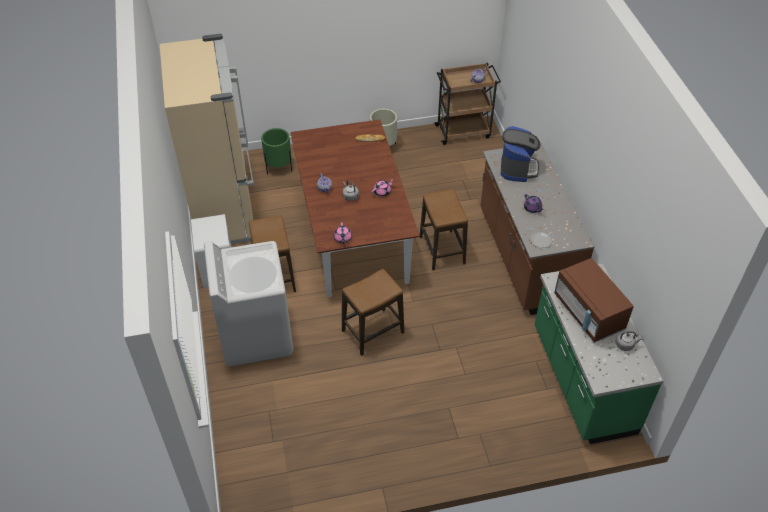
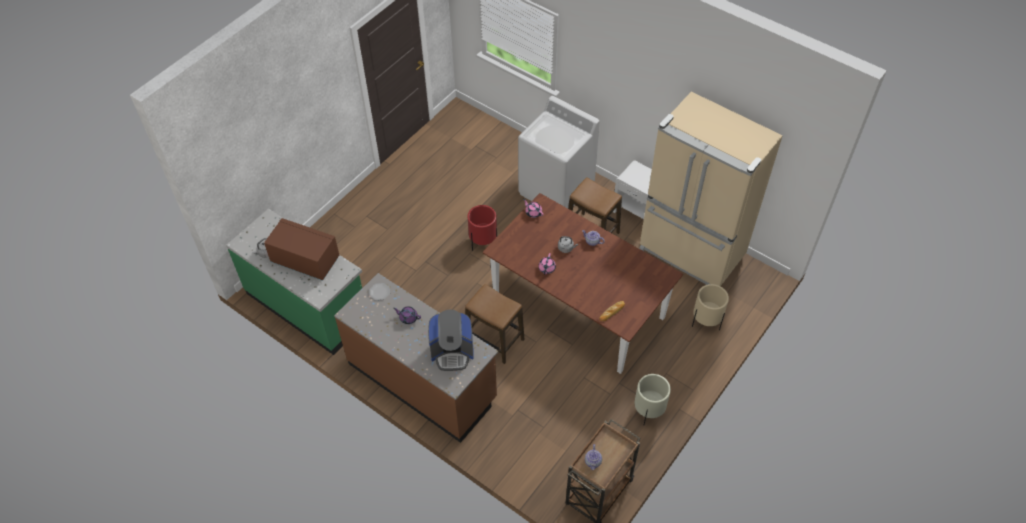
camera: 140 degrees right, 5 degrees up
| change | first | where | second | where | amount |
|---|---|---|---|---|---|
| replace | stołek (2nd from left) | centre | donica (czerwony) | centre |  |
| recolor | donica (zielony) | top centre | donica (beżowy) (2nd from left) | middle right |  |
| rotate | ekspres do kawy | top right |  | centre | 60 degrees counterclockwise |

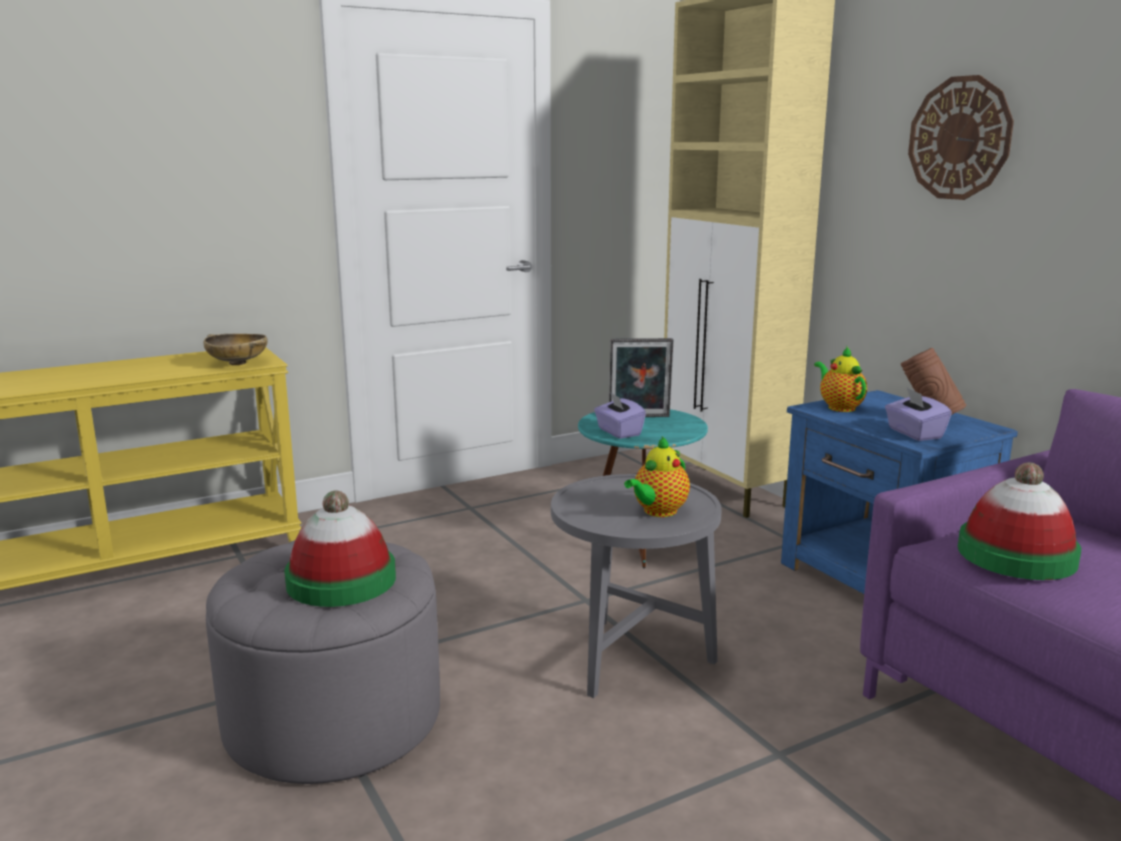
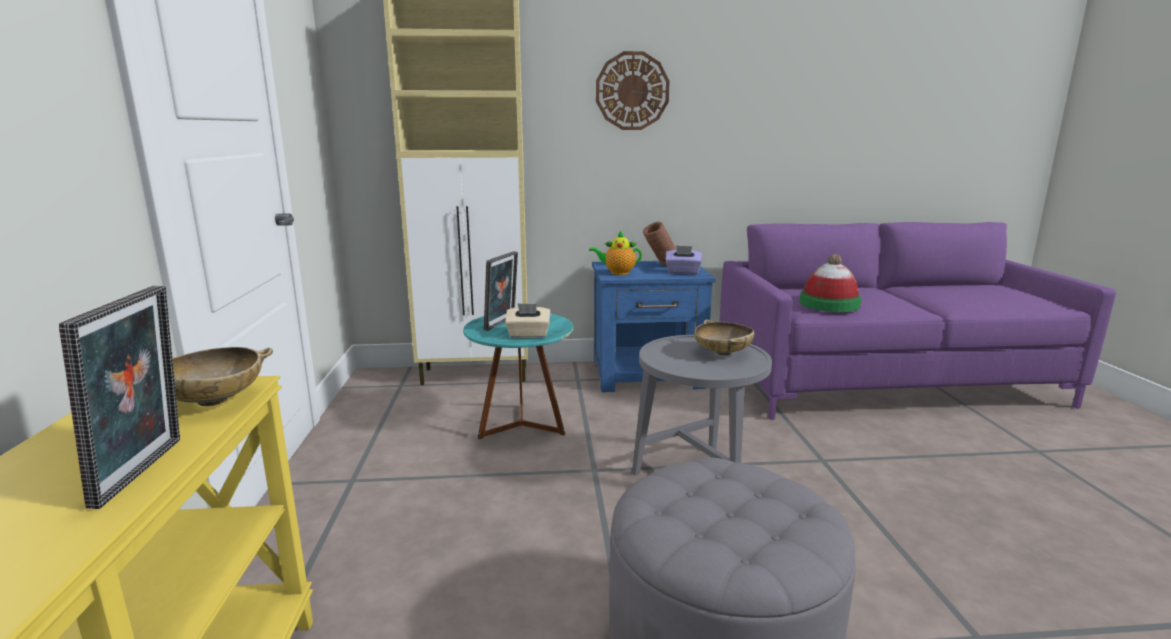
camera: 65 degrees left, 0 degrees up
| change | first | where | second | where | amount |
|---|---|---|---|---|---|
| delete | kapelusz (1st from left) | middle left |  |  |  |
| insert |  |  | ramka na zdjęcie (1st from left) | middle left |  |
| replace | imbryk (1st from left) | centre | miska (beżowy) (2nd from left) | centre |  |
| recolor | pudełko chusteczek (fioletowy) (1st from left) | centre | pudełko chusteczek (beżowy) | centre |  |

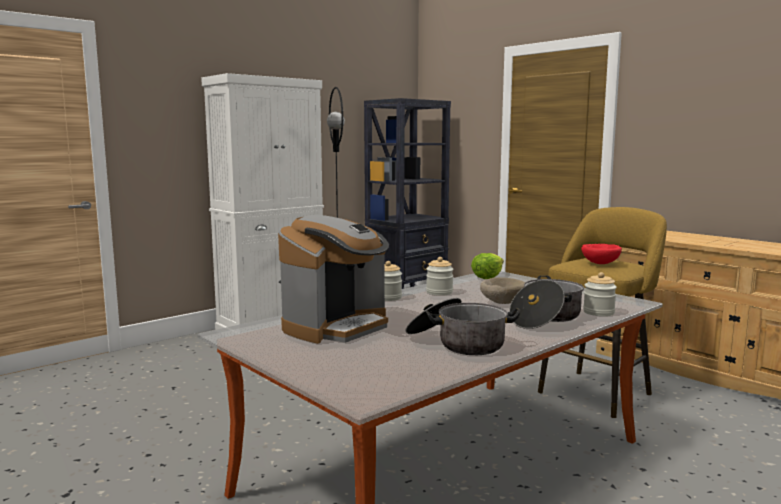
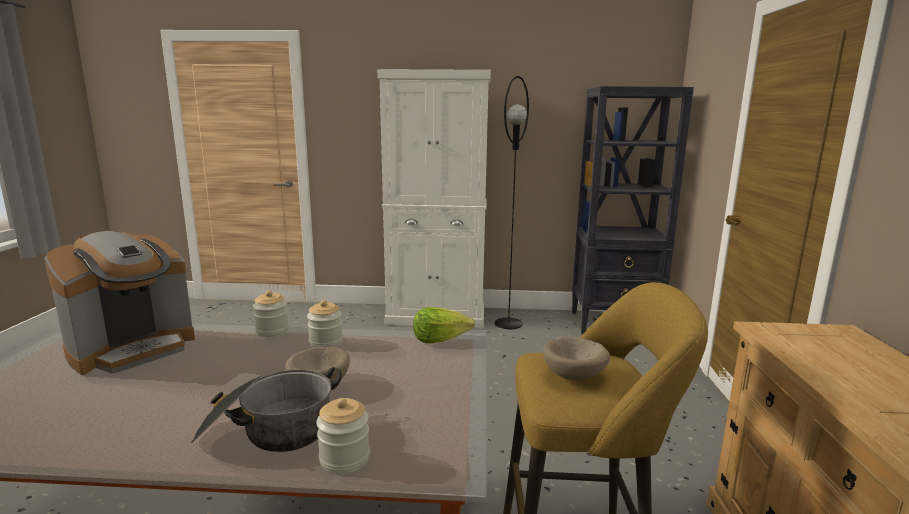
camera: 45 degrees right, 5 degrees up
| change | first | where | second | where | amount |
|---|---|---|---|---|---|
| delete | garnek (1st from left) | centre |  |  |  |
| recolor | miska (czerwony) | middle right | miska (beżowy) (2nd from left) | bottom centre |  |
| rotate | ekspres do kawy | centre |  | middle left | 45 degrees counterclockwise |

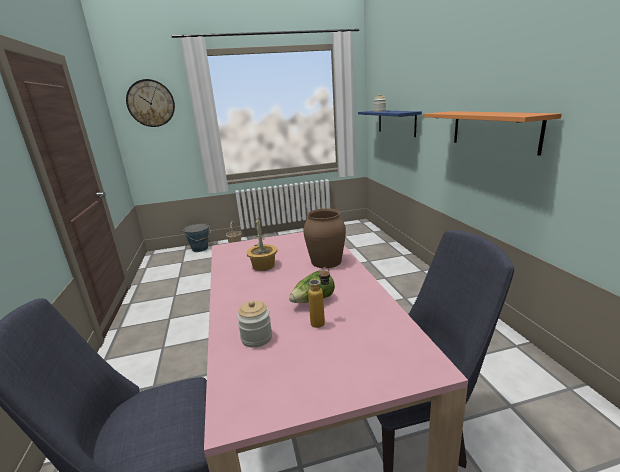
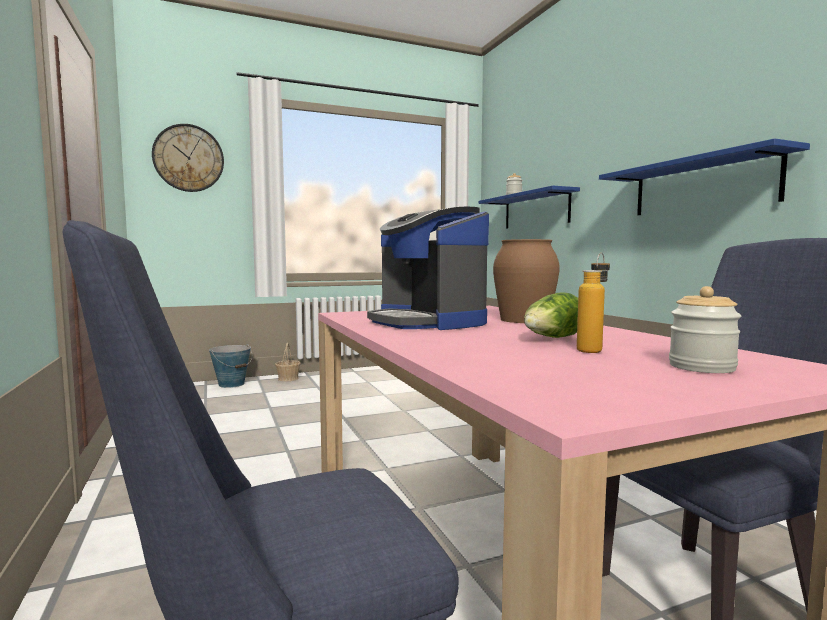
camera: 10 degrees left, 15 degrees down
| change | first | where | second | where | amount |
|---|---|---|---|---|---|
| move | słoik (1st from left in the first image) | bottom centre | słoik (2nd from left) | middle right |  |
| replace | roślina doniczkowa | centre | ekspres do kawy | centre |  |
| recolor | półka (pomarańczowy) | top right | półka (niebieski) (2nd from left) | top right |  |

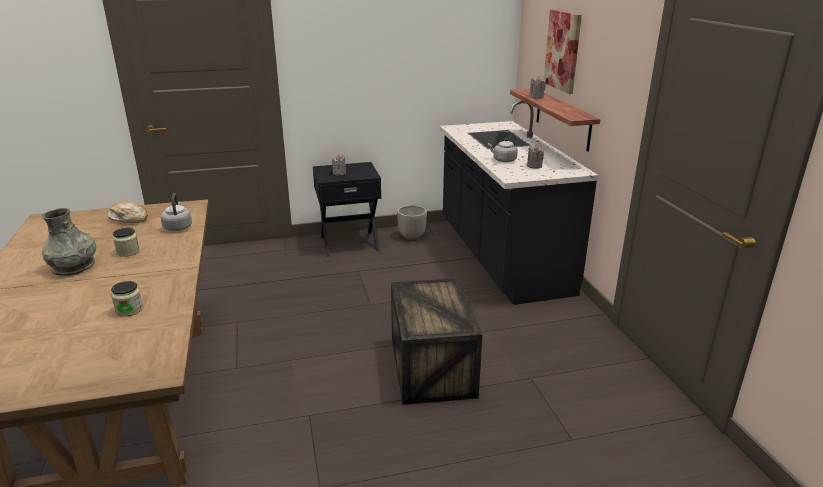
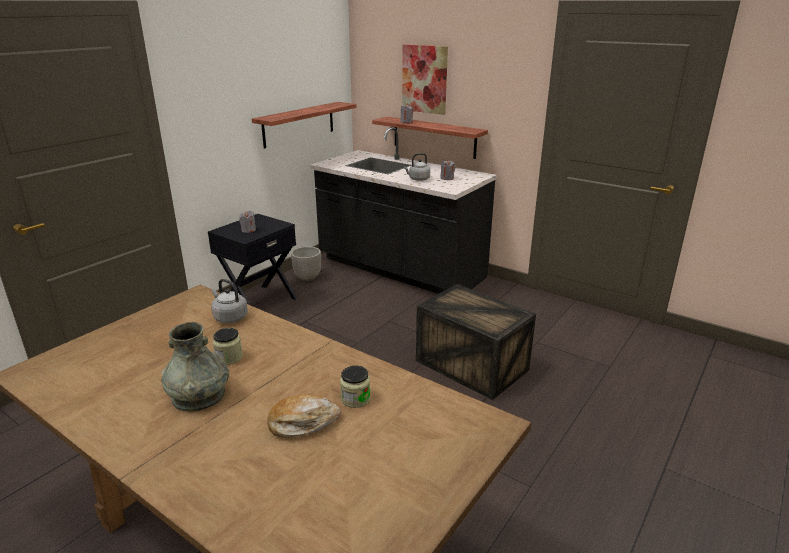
camera: 40 degrees left, 0 degrees up
| change | first | where | second | where | amount |
|---|---|---|---|---|---|
| insert |  |  | półka (1st from left) | top centre |  |
| move | chleb | middle left |  | bottom centre |  |

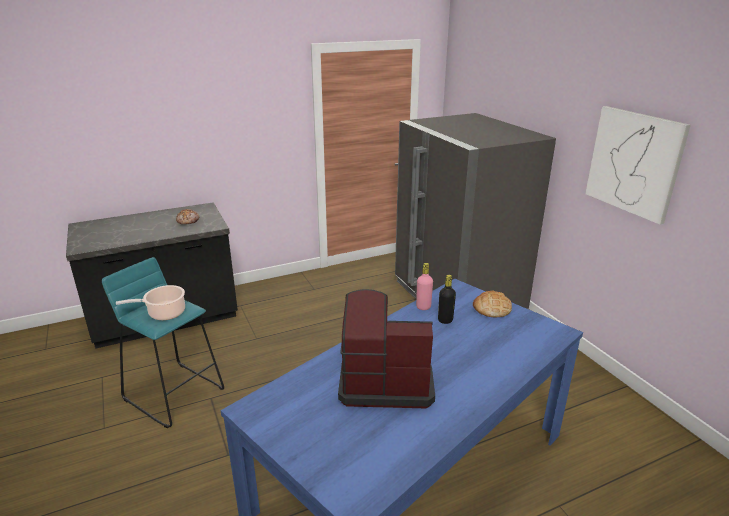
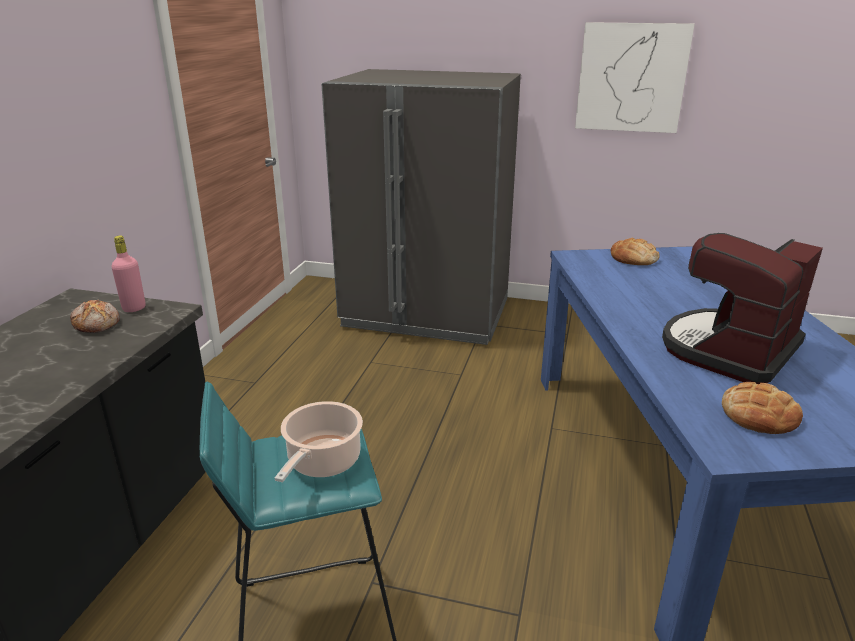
camera: 50 degrees left, 0 degrees up
| change | first | where | second | where | amount |
|---|---|---|---|---|---|
| delete | butelka (czarny) | centre |  |  |  |
| insert |  |  | chleb (3rd from left) | middle right |  |
| move | butelka (różowy) | centre |  | middle left |  |

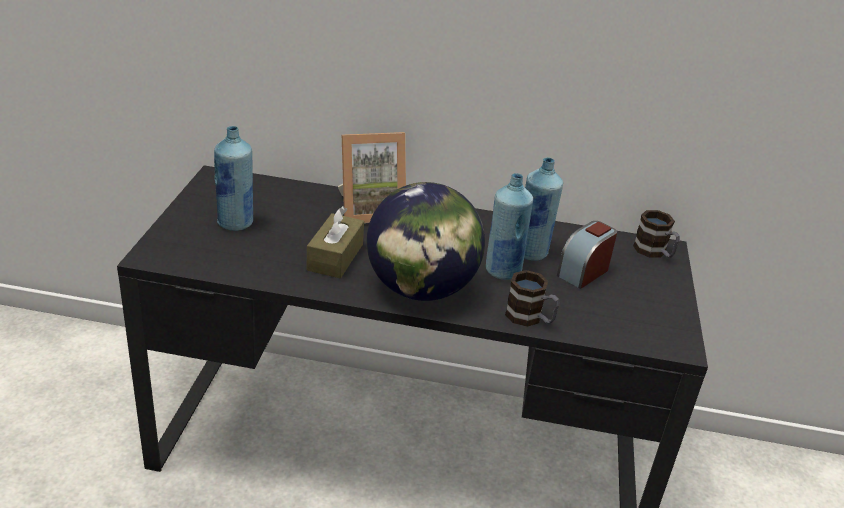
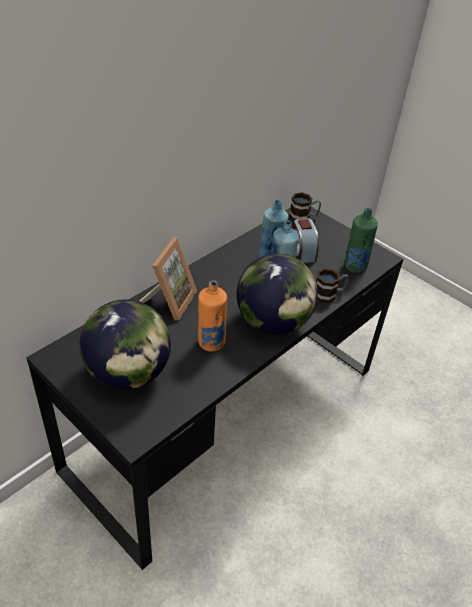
camera: 55 degrees left, 10 degrees up
| change | first | where | second | where | amount |
|---|---|---|---|---|---|
| insert |  |  | butelka (zielony) | middle right |  |
| replace | butelka (niebieski) (1st from left) | middle left | globus (1st from left) | middle left |  |
| replace | pudełko chusteczek (brązowy) | centre | butelka (pomarańczowy) | centre |  |

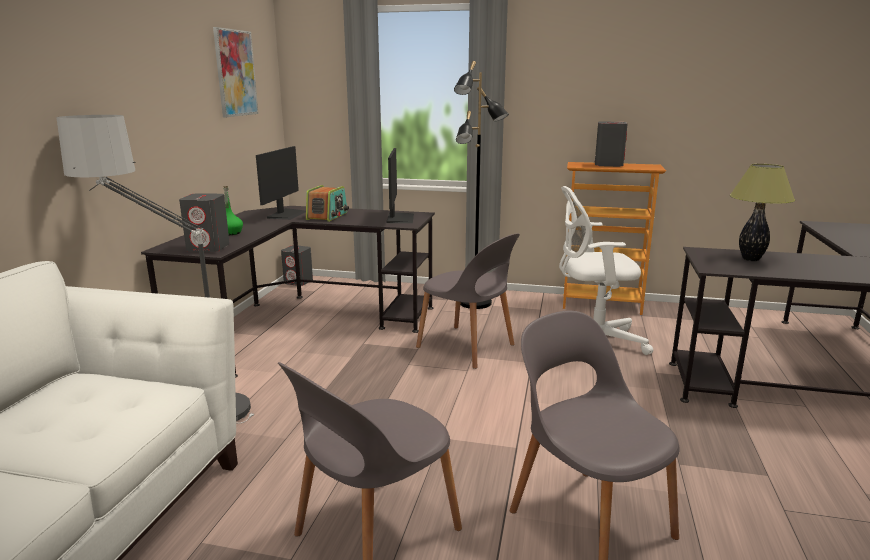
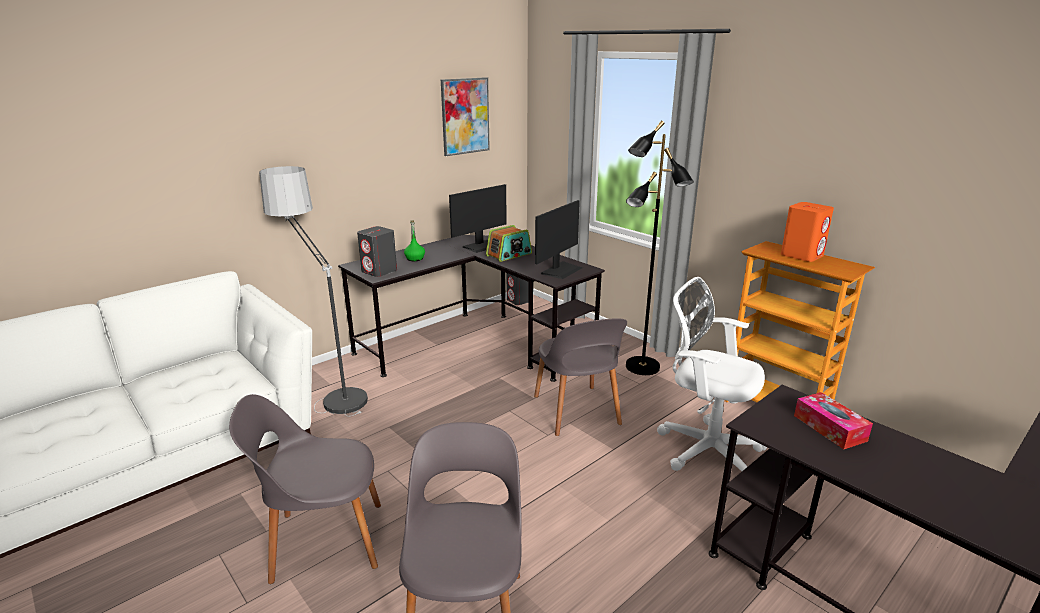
camera: 35 degrees right, 5 degrees up
| change | first | where | second | where | amount |
|---|---|---|---|---|---|
| replace | lampa stołowa | middle right | pudełko chusteczek | bottom right |  |
| recolor | głośnik (szary) (3rd from left) | top right | głośnik (pomarańczowy) | middle right |  |

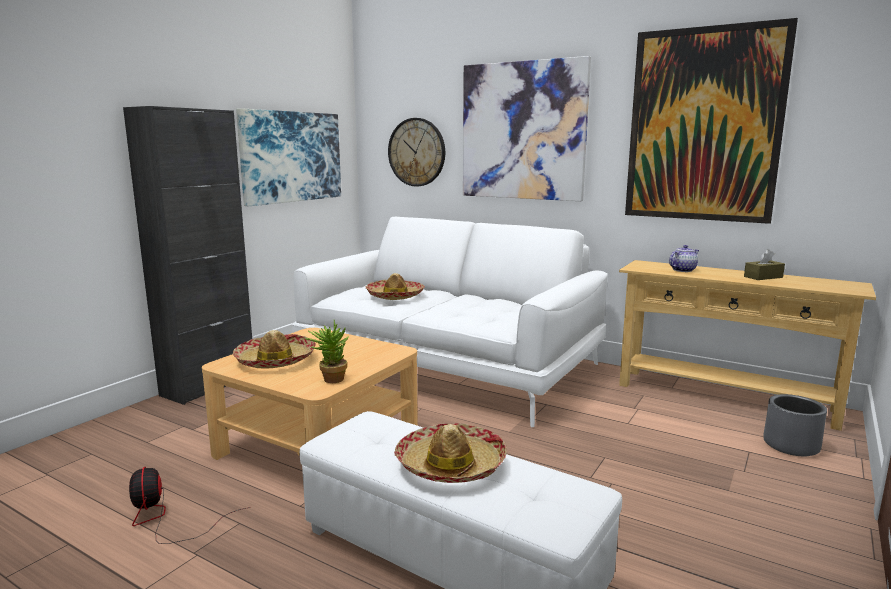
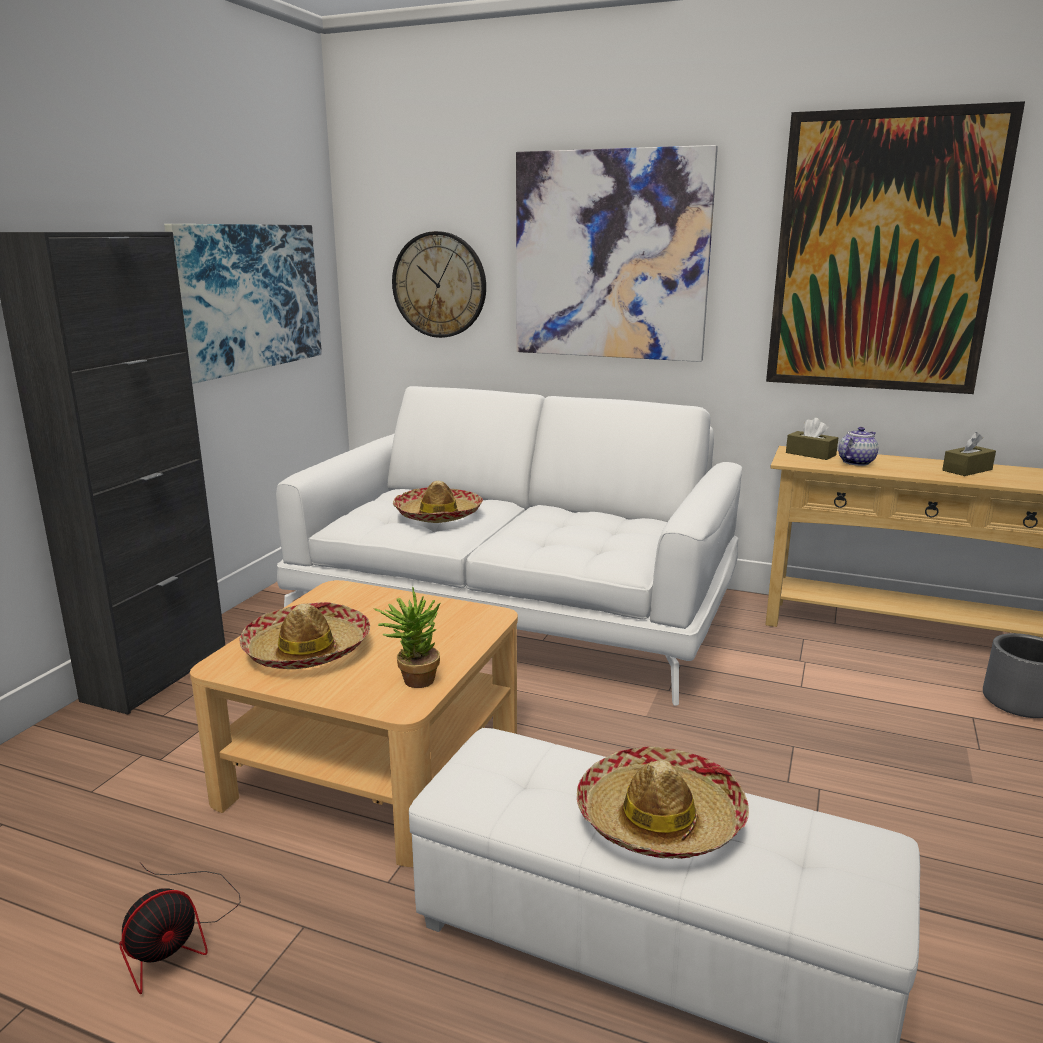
camera: 10 degrees left, 5 degrees up
| change | first | where | second | where | amount |
|---|---|---|---|---|---|
| insert |  |  | pudełko chusteczek (brązowy) (1st from left) | middle right |  |
| rotate | wentylator | bottom left |  | bottom left | 105 degrees counterclockwise |

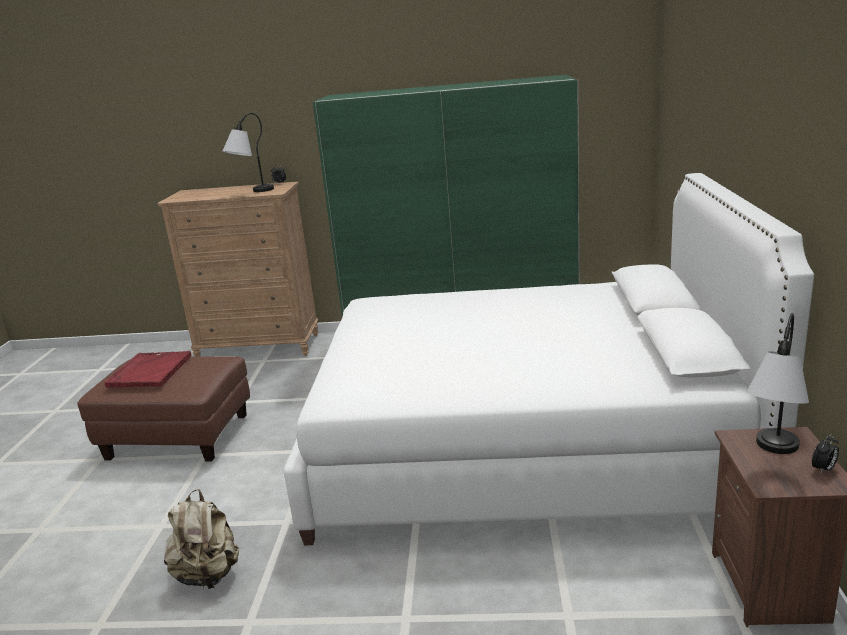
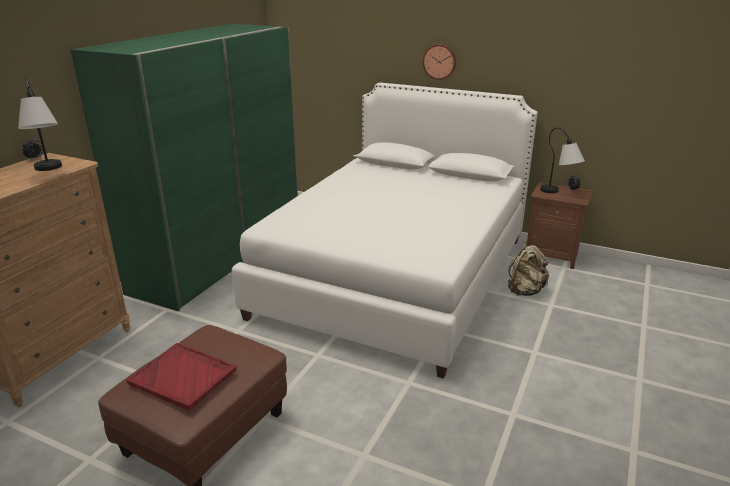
camera: 70 degrees left, 5 degrees up
| change | first | where | second | where | amount |
|---|---|---|---|---|---|
| insert |  |  | zegar ścienny | top centre |  |
| move | plecak (beżowy) | bottom left |  | middle right |  |

